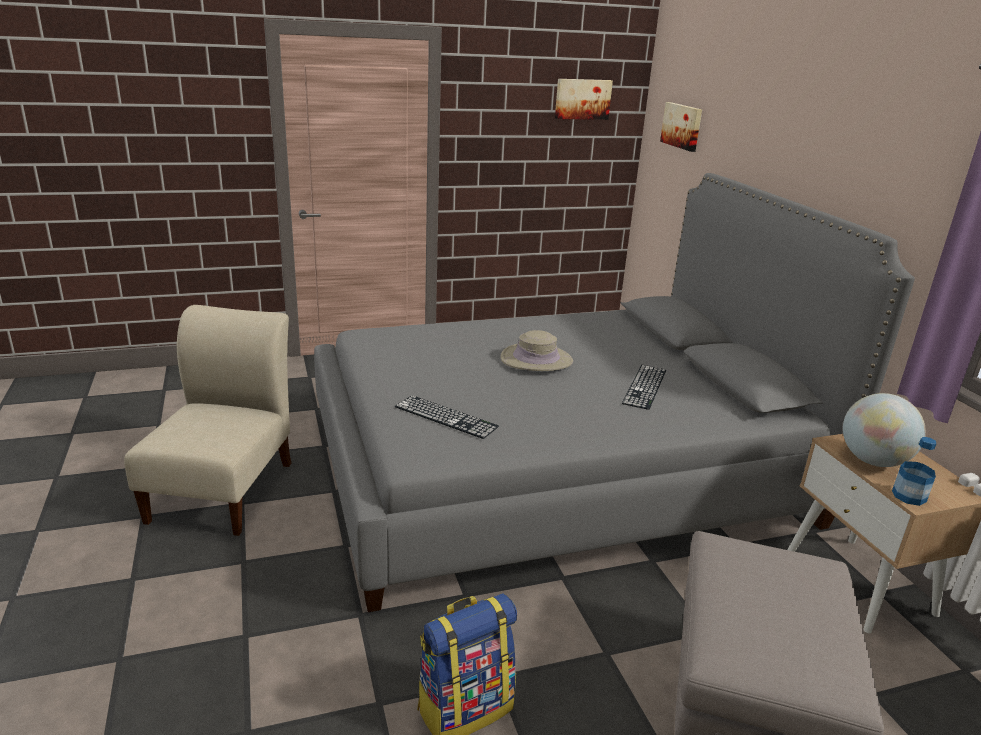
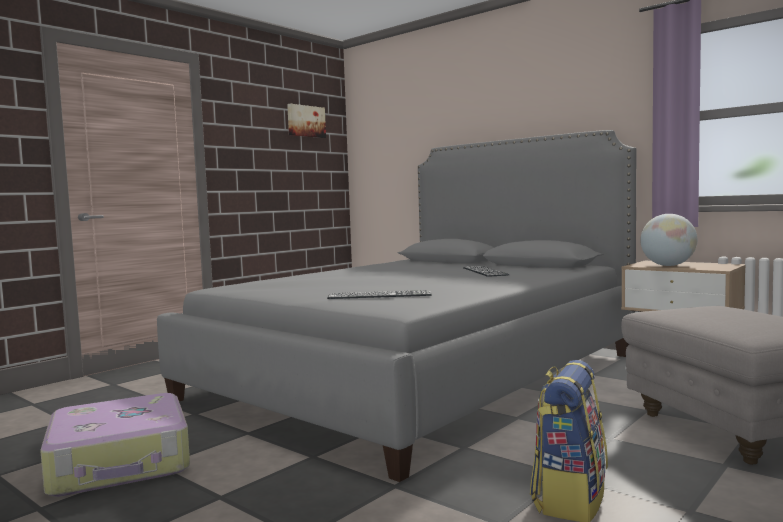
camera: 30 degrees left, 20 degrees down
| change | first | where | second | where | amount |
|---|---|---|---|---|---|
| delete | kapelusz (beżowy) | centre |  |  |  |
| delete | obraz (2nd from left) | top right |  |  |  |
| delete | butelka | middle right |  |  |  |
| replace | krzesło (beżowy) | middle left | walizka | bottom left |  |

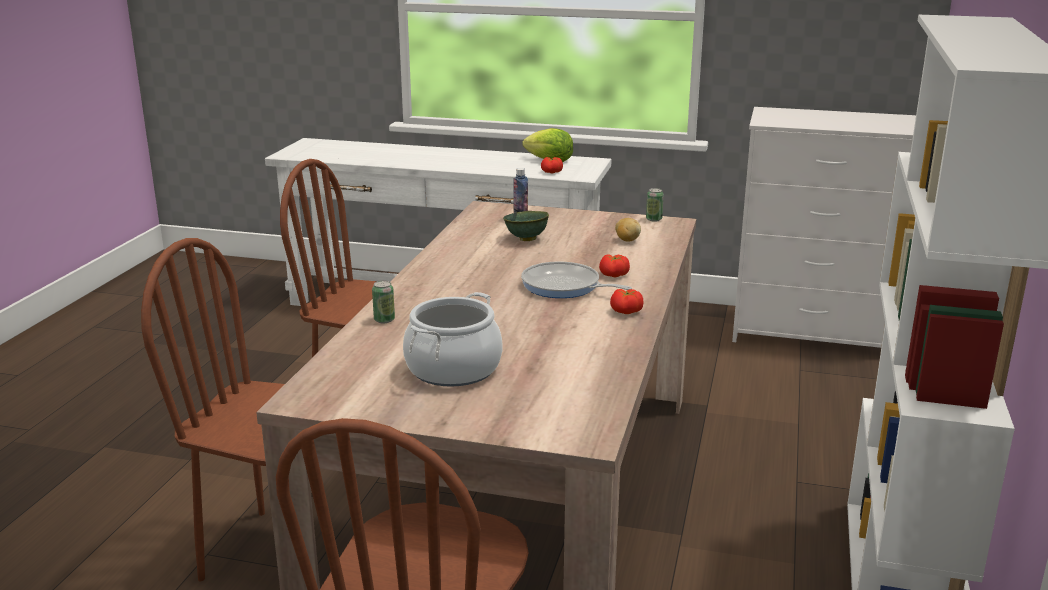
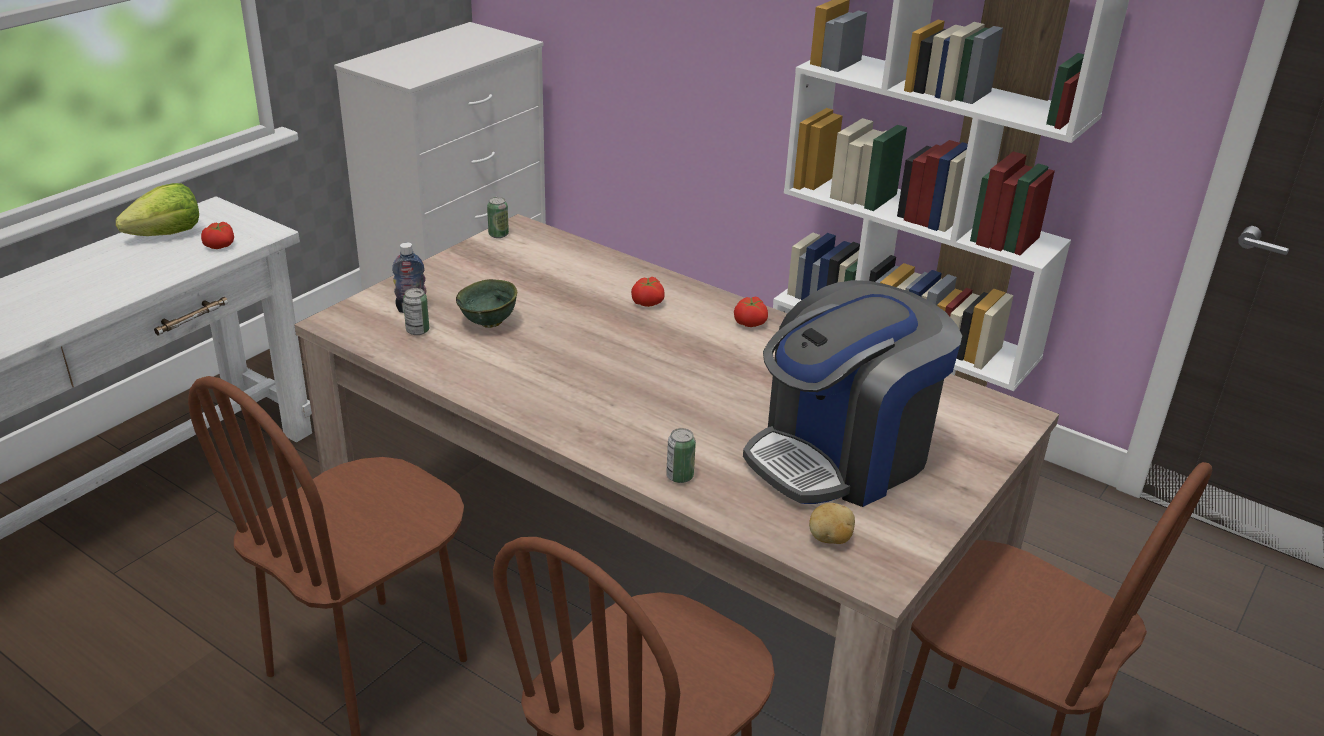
camera: 70 degrees left, 10 degrees up
| change | first | where | second | where | amount |
|---|---|---|---|---|---|
| delete | patelnia | centre |  |  |  |
| insert |  |  | puszka (1st from left) | middle left |  |
| move | ziemniak | centre |  | bottom centre |  |
| replace | garnek | centre | ekspres do kawy | centre |  |

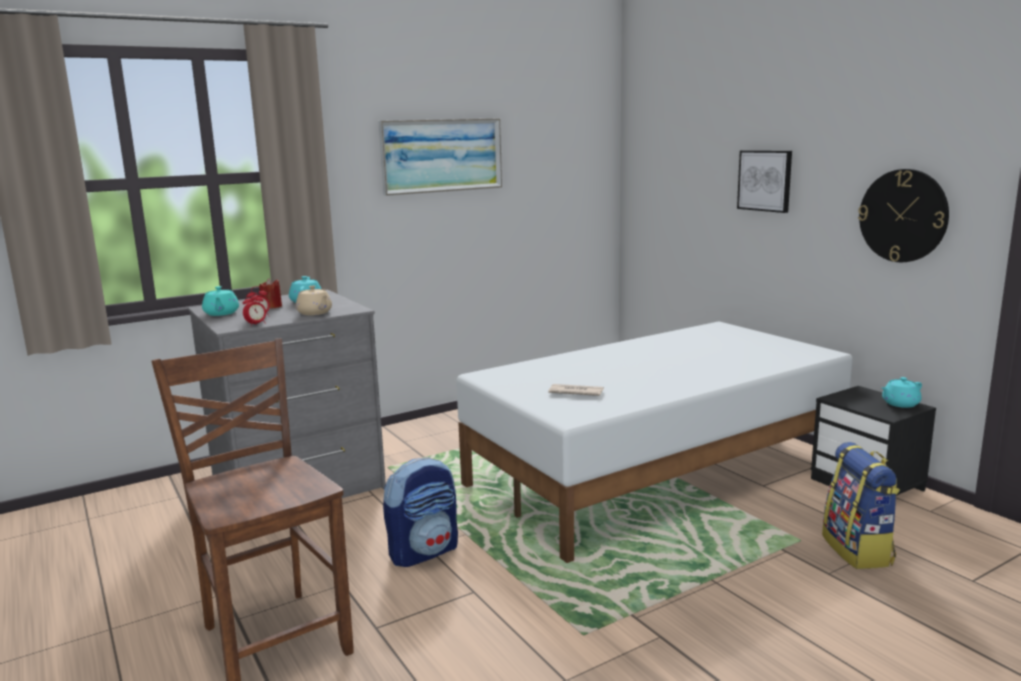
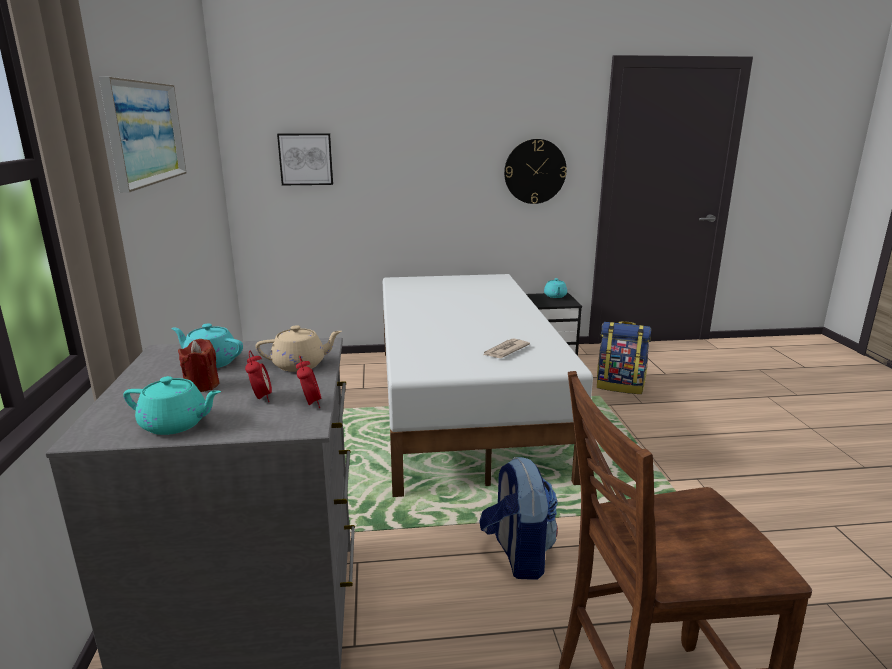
camera: 65 degrees left, 5 degrees up
| change | first | where | second | where | amount |
|---|---|---|---|---|---|
| move | obraz (2nd from left) | top right |  | top centre |  |

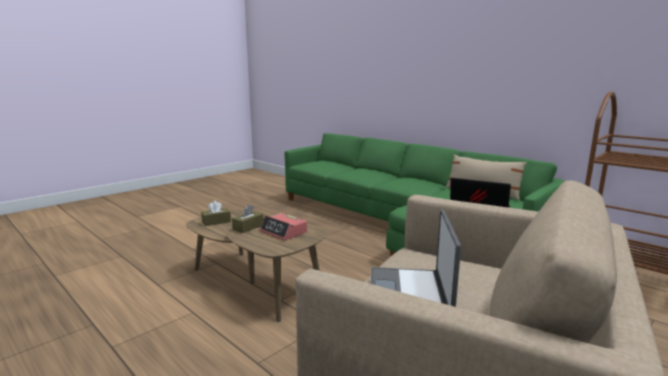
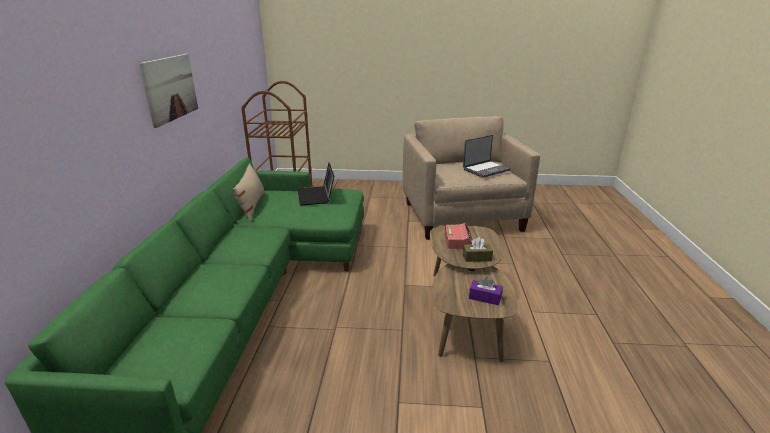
camera: 130 degrees left, 10 degrees up
| change | first | where | second | where | amount |
|---|---|---|---|---|---|
| insert |  |  | obraz | top left |  |
| recolor | pudełko chusteczek (brązowy) (1st from left) | middle left | pudełko chusteczek (fioletowy) | bottom centre |  |

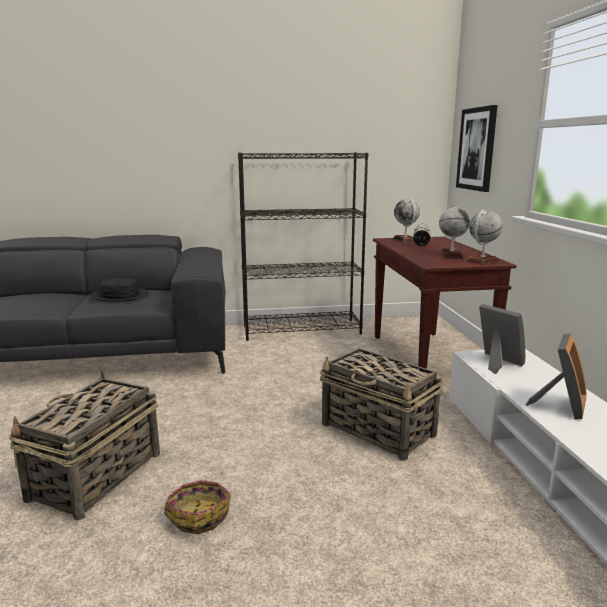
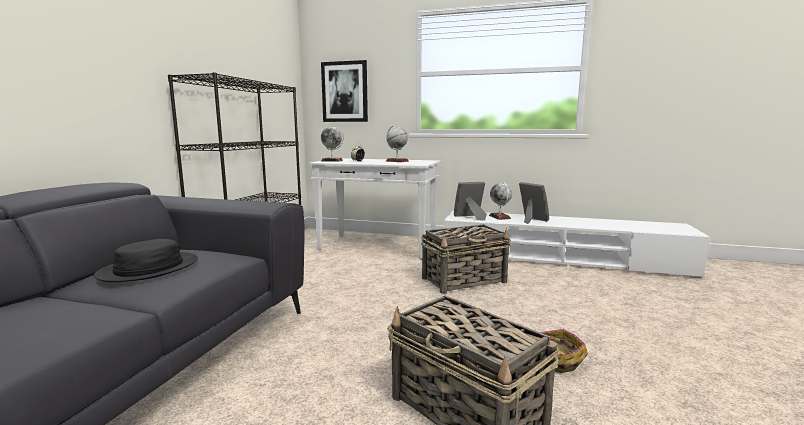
camera: 65 degrees left, 5 degrees down
| change | first | where | second | where | amount |
|---|---|---|---|---|---|
| move | globus (3rd from left) | middle right |  | centre |  |
| recolor | stolik konsolowy (brązowy) | middle right | stolik konsolowy (biały) | centre |  |

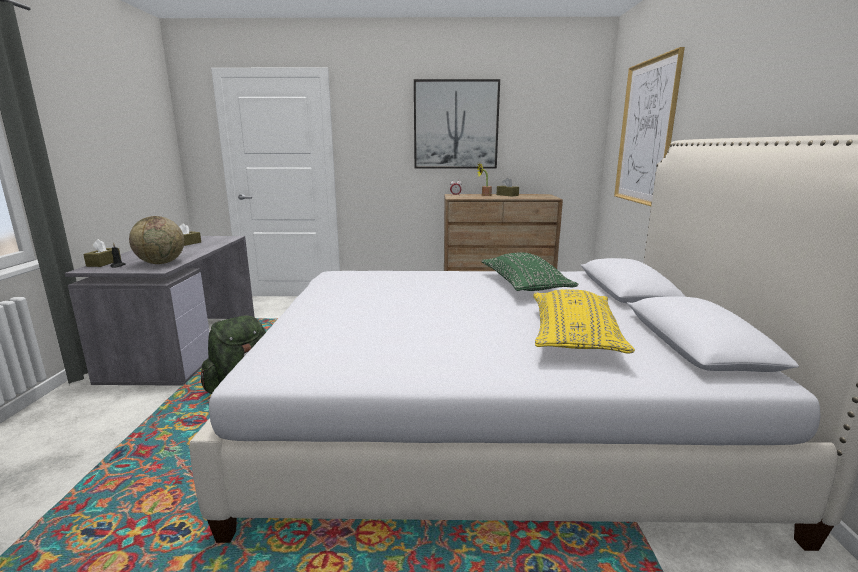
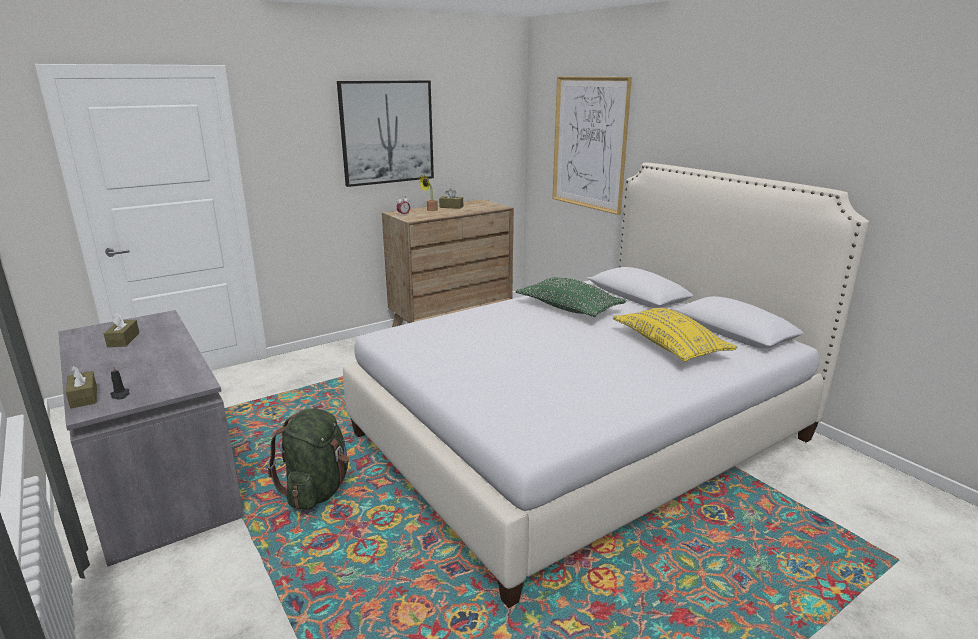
camera: 35 degrees left, 5 degrees up
| change | first | where | second | where | amount |
|---|---|---|---|---|---|
| delete | globus | middle left |  |  |  |

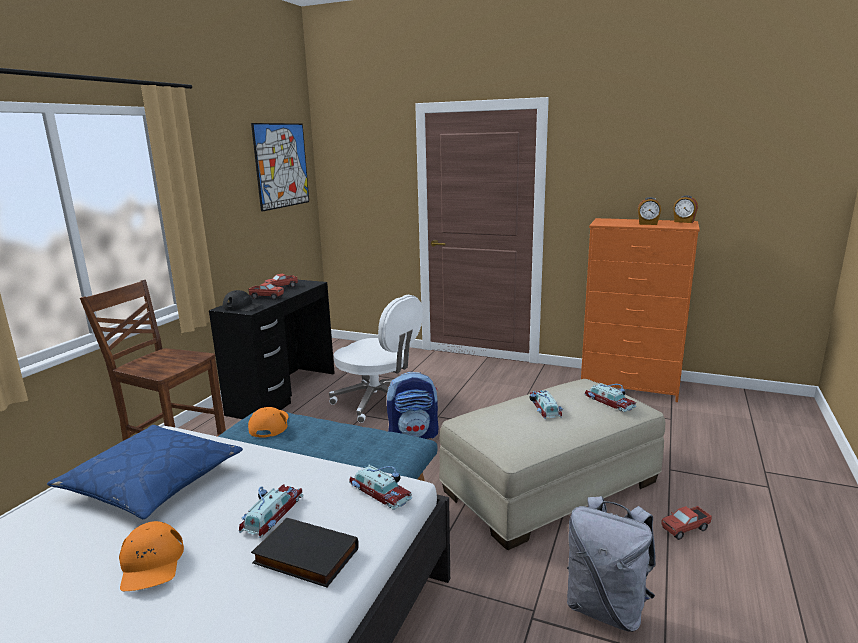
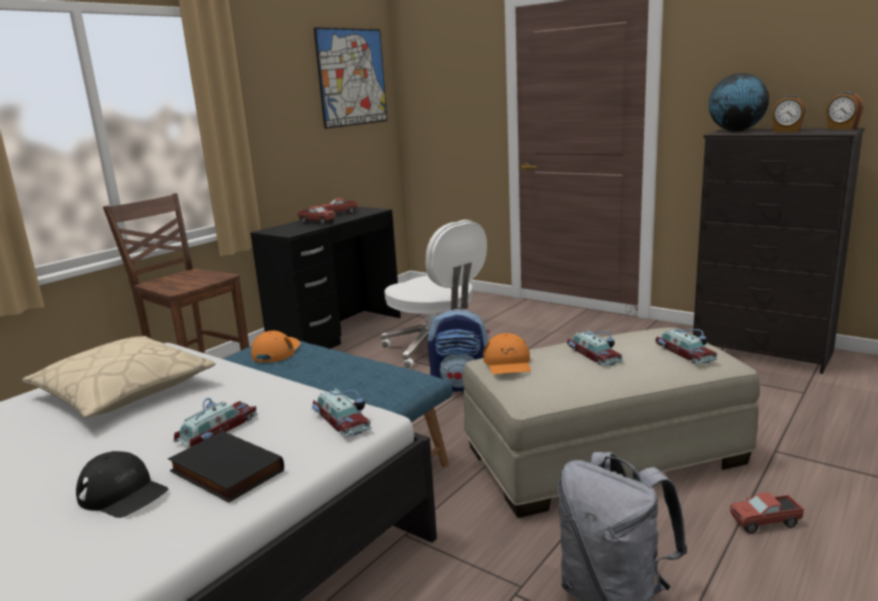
camera: 15 degrees right, 0 degrees up
| change | first | where | second | where | amount |
|---|---|---|---|---|---|
| insert |  |  | globus | top right |  |
| move | czapka z daszkiem (pomarańczowy) (1st from left in the first image) | bottom left | czapka z daszkiem (pomarańczowy) (2nd from left) | centre |  |
| move | czapka z daszkiem (czarny) | middle left |  | bottom left |  |
| recolor | poduszka (niebieski) | bottom left | poduszka (beżowy) | middle left |  |
| recolor | komoda (pomarańczowy) | middle right | komoda (czarny) | middle right |  |
| rotate | samochodzik (3rd from left) | centre |  | middle right | 150 degrees clockwise |

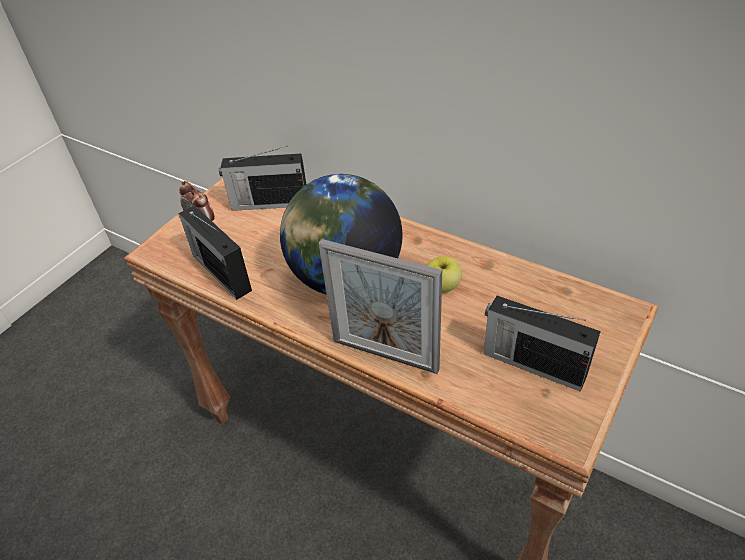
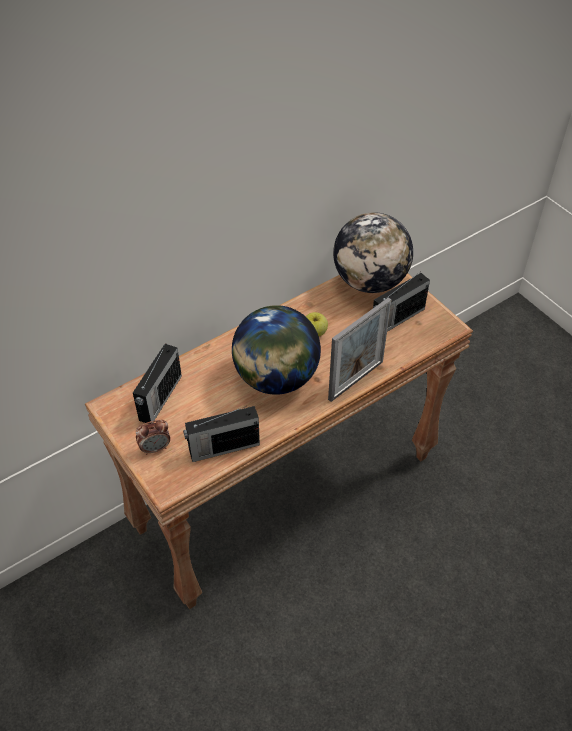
camera: 70 degrees left, 5 degrees up
| change | first | where | second | where | amount |
|---|---|---|---|---|---|
| insert |  |  | globus (2nd from left) | centre |  |

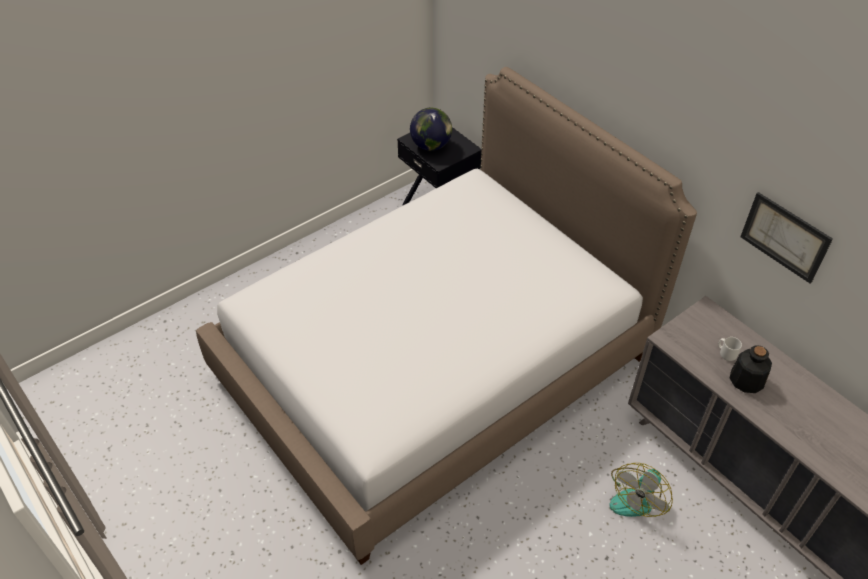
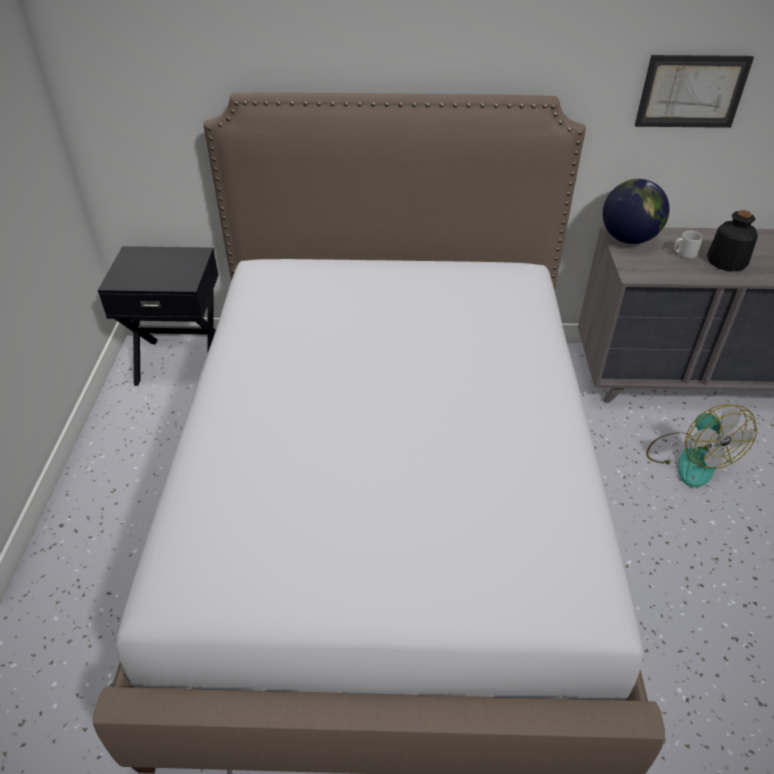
camera: 50 degrees left, 5 degrees down
| change | first | where | second | where | amount |
|---|---|---|---|---|---|
| move | globus | top centre |  | top right |  |

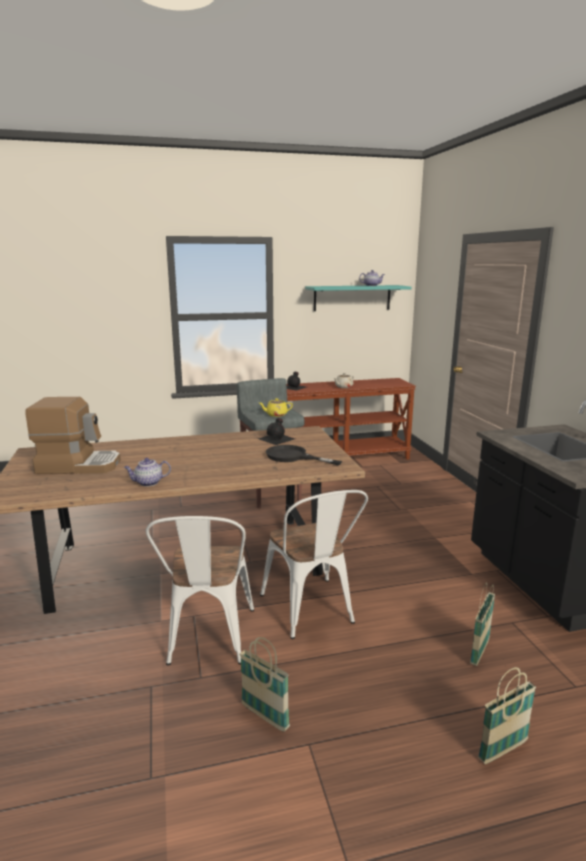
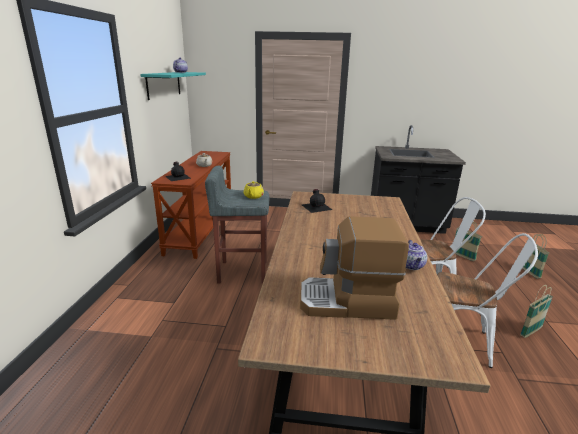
camera: 70 degrees left, 5 degrees up
| change | first | where | second | where | amount |
|---|---|---|---|---|---|
| delete | patelnia (czarny) | centre |  |  |  |
| rotate | ekspres do kawy | middle left |  | centre | 105 degrees counterclockwise |

